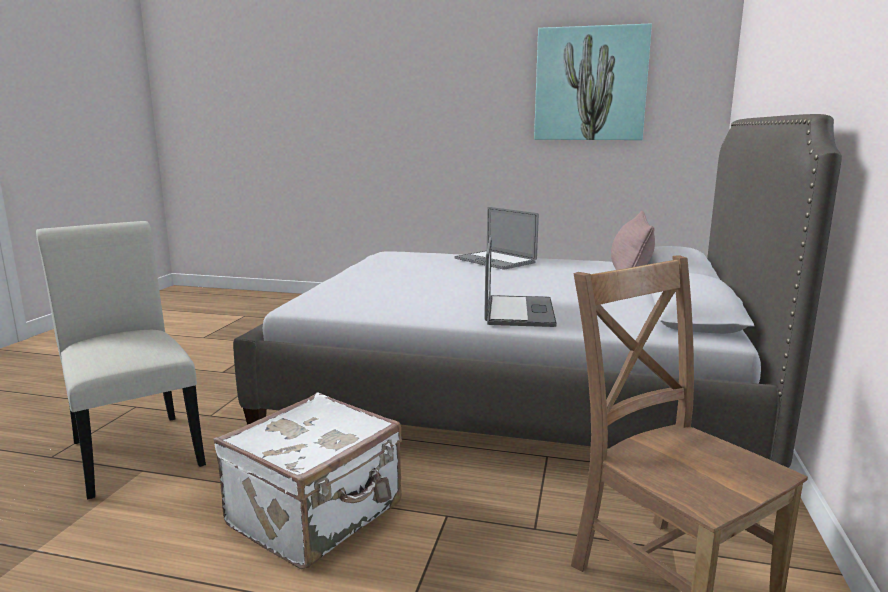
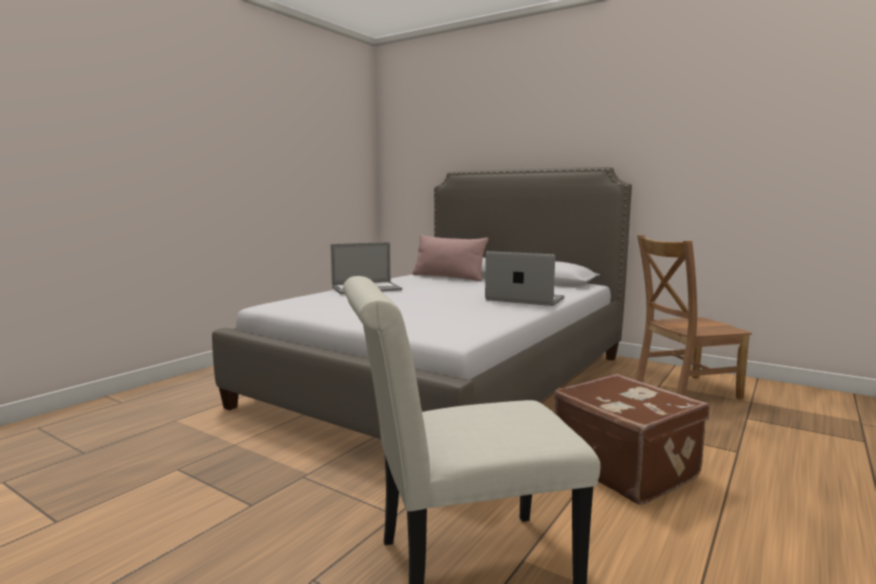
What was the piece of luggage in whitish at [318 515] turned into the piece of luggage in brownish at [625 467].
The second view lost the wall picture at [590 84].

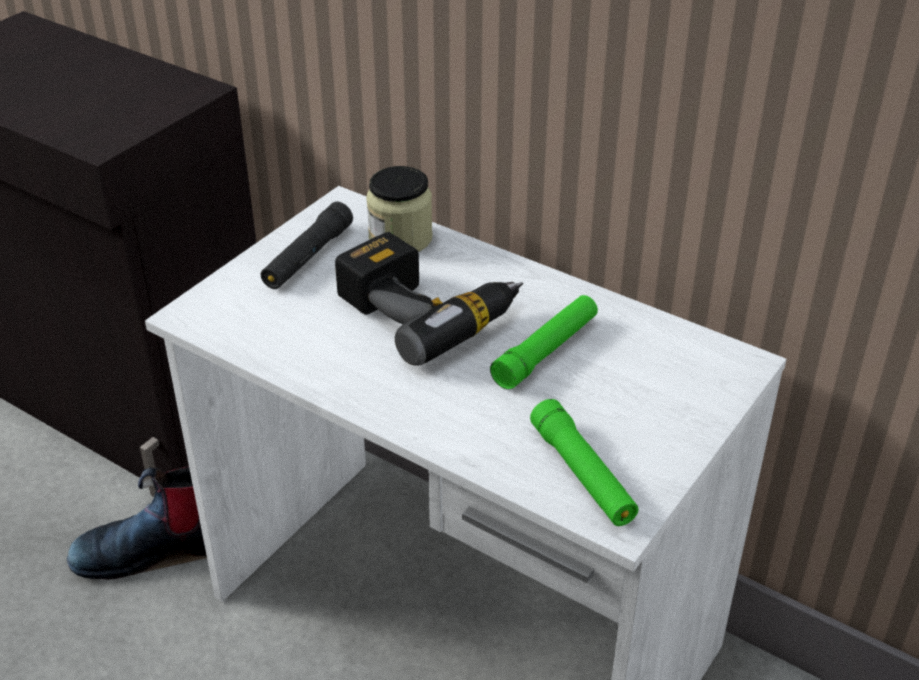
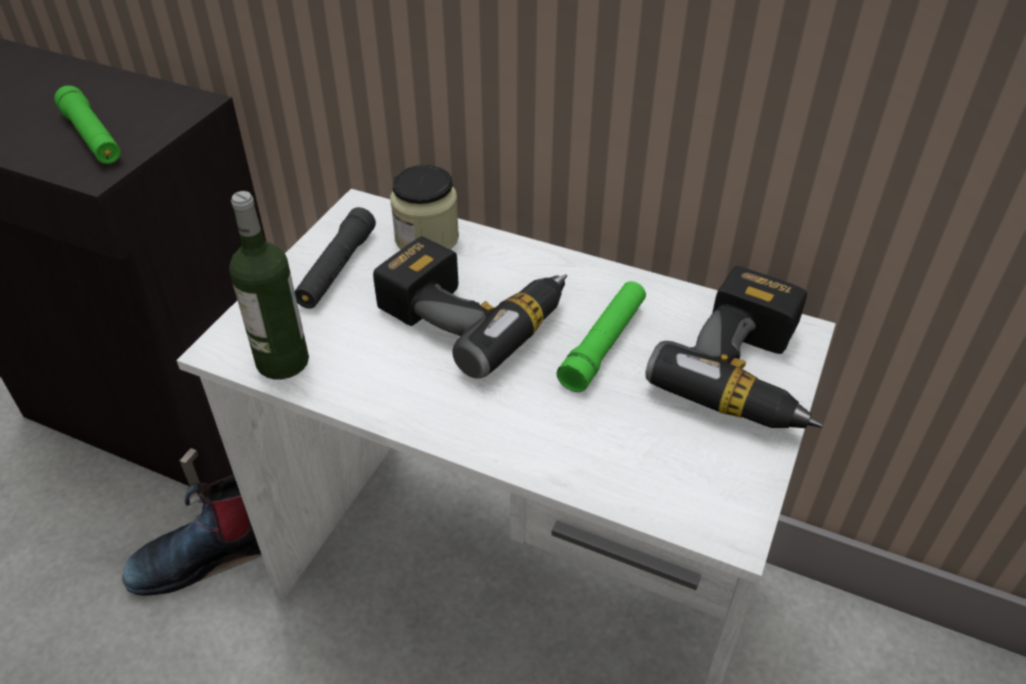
The hand torch in green ended up elsewhere, having gone from [582 474] to [92 137].
The second view gained the bottle at [282 361].
The second view gained the electric drill at [751 373].

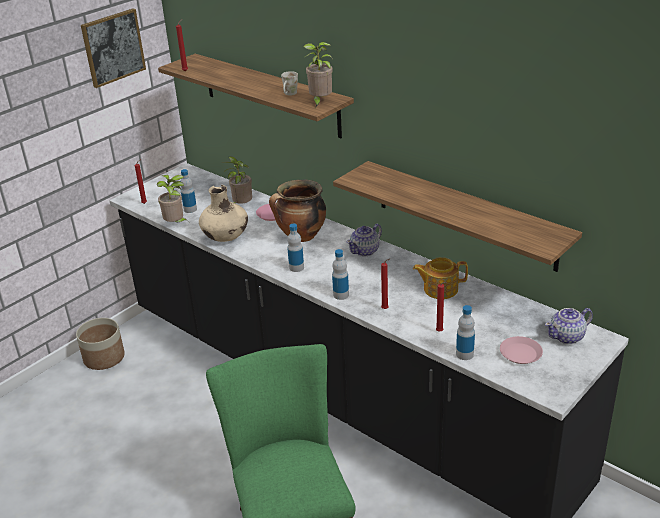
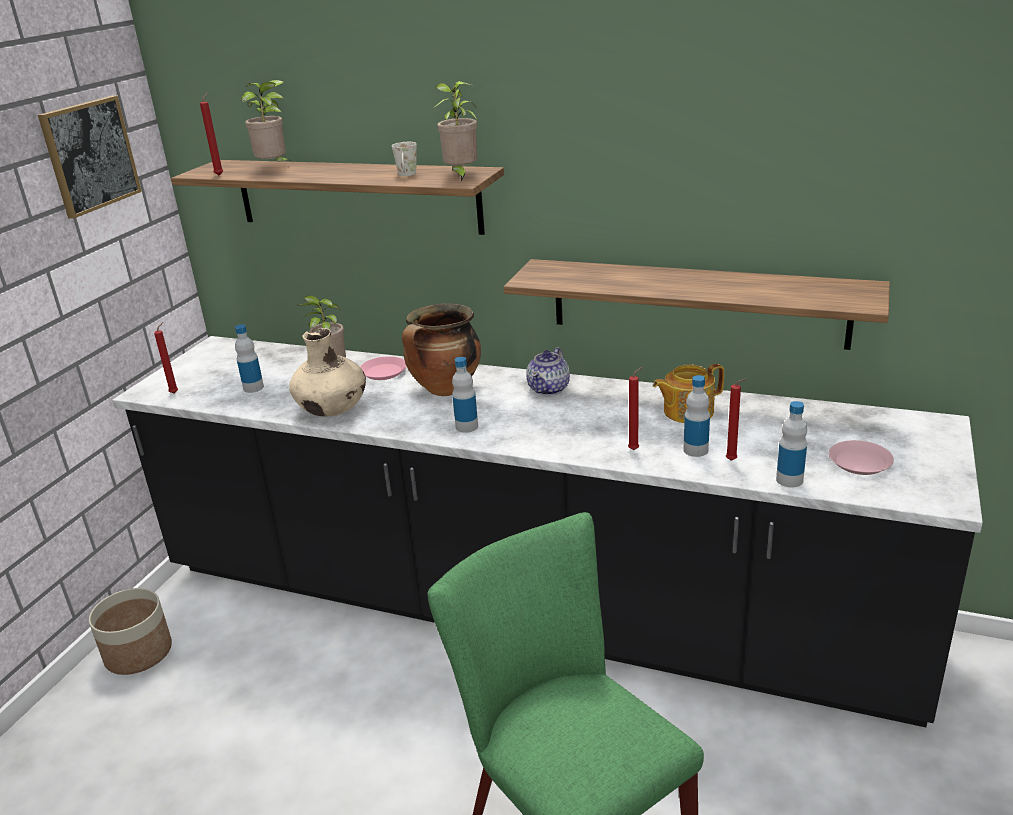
The plant in a pot ended up elsewhere, having gone from [176 224] to [275 168].
The bottle ended up elsewhere, having gone from [341 295] to [695 450].
The second view lost the pot for tea at [567 337].

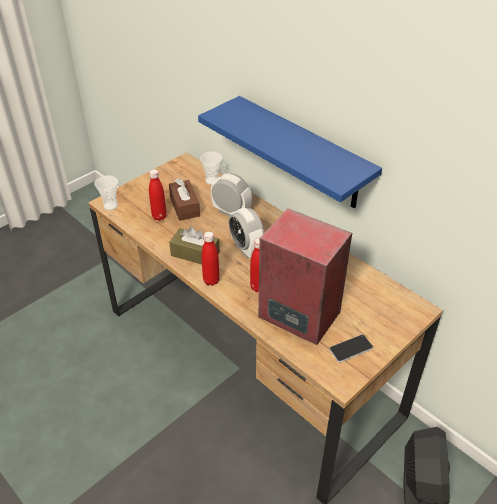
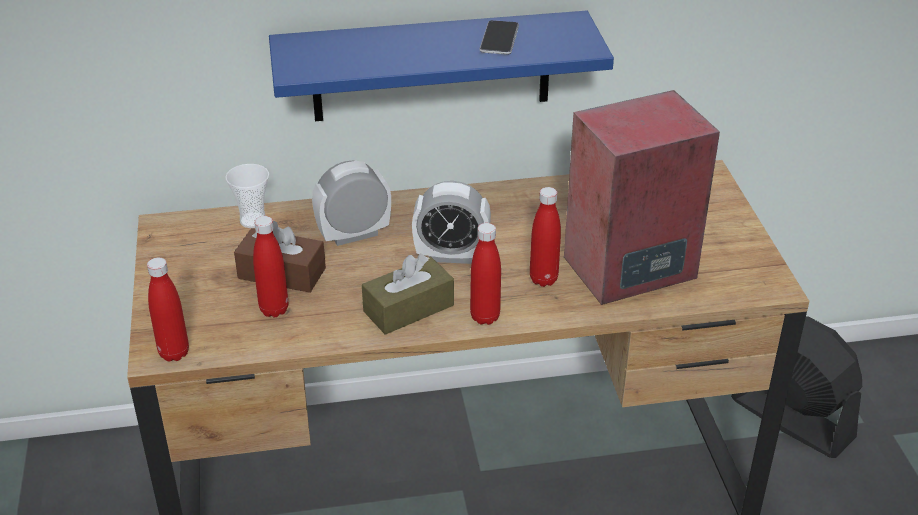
Where the drinking cup stood at [110 206], the bottle in red came to stand at [174 353].
The phone ended up elsewhere, having gone from [351 349] to [499 39].

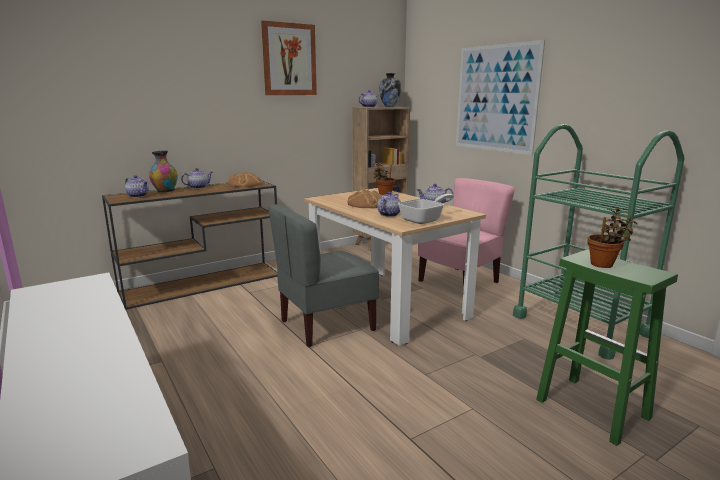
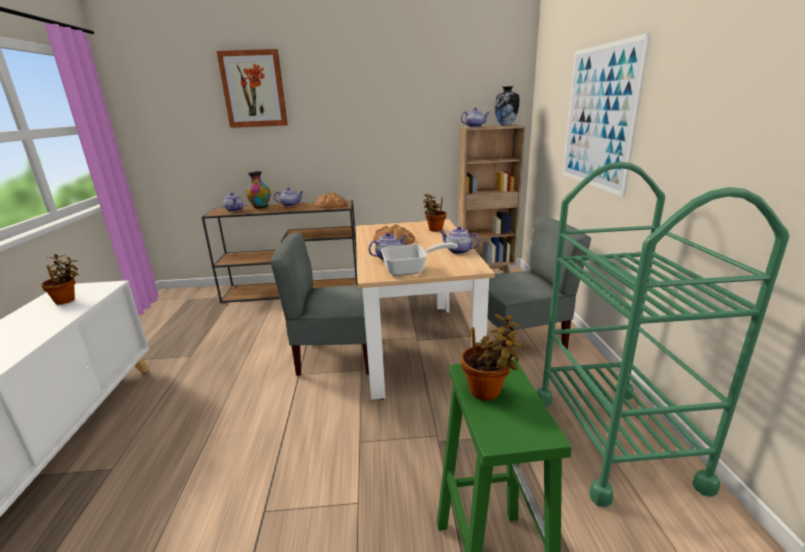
The second view gained the plant in a pot at [67 300].
The wall picture ended up elsewhere, having gone from [289 59] to [254 89].
What was the upright chair in pink-coloured at [460 282] turned into the upright chair in gray at [520 339].

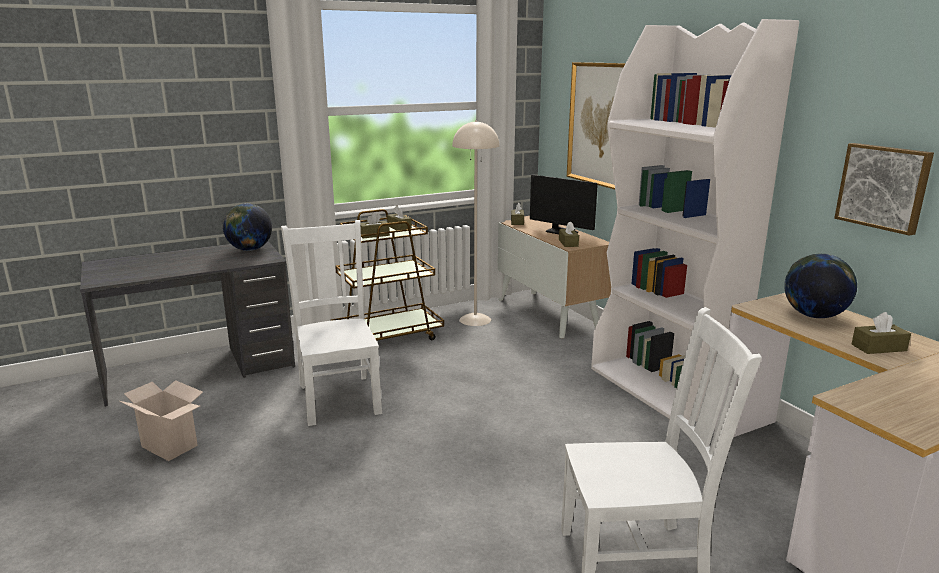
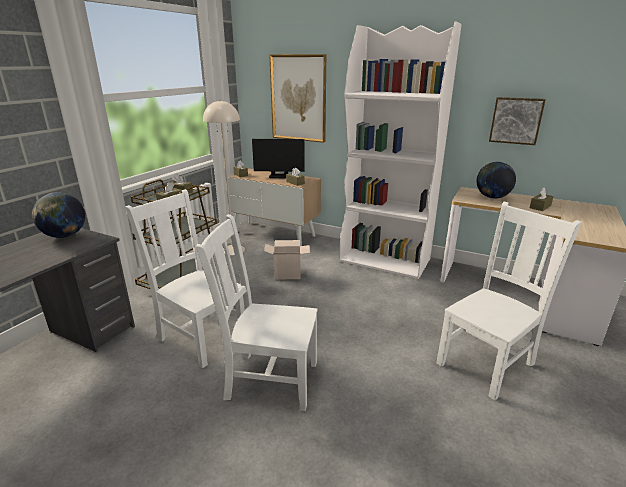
The second view gained the upright chair in whitish at [268 379].
The cardboard box ended up elsewhere, having gone from [171 446] to [288 274].

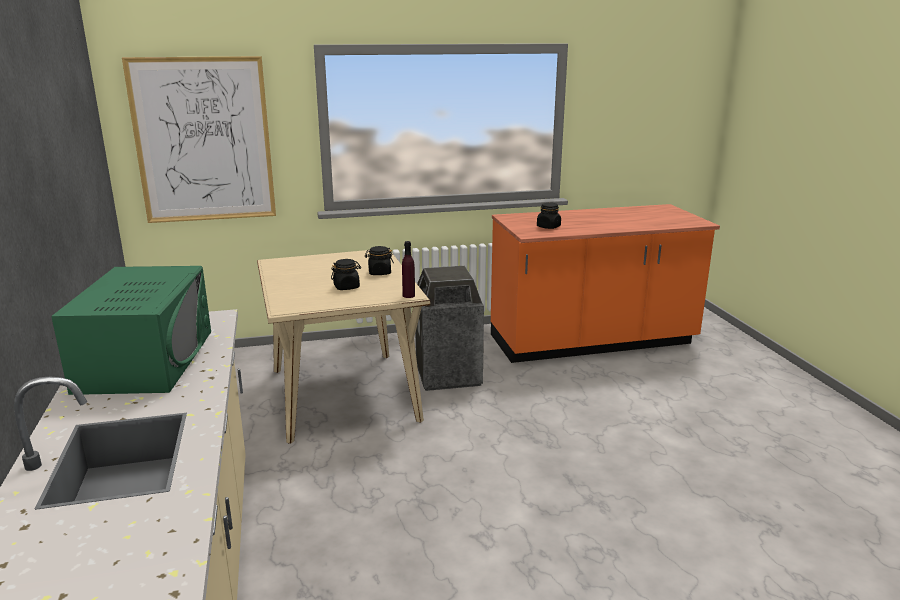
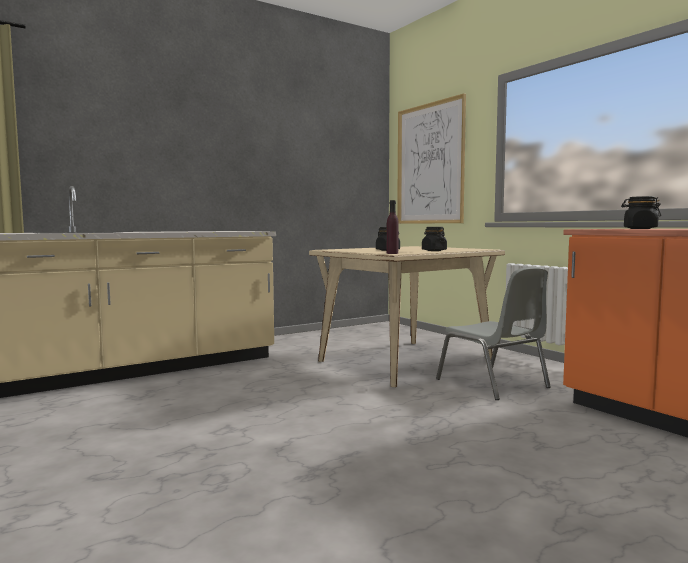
Where the trash can stood at [448 375], the upright chair in gray came to stand at [493 384].
The second view lost the kitchen microwave in green at [146 360].

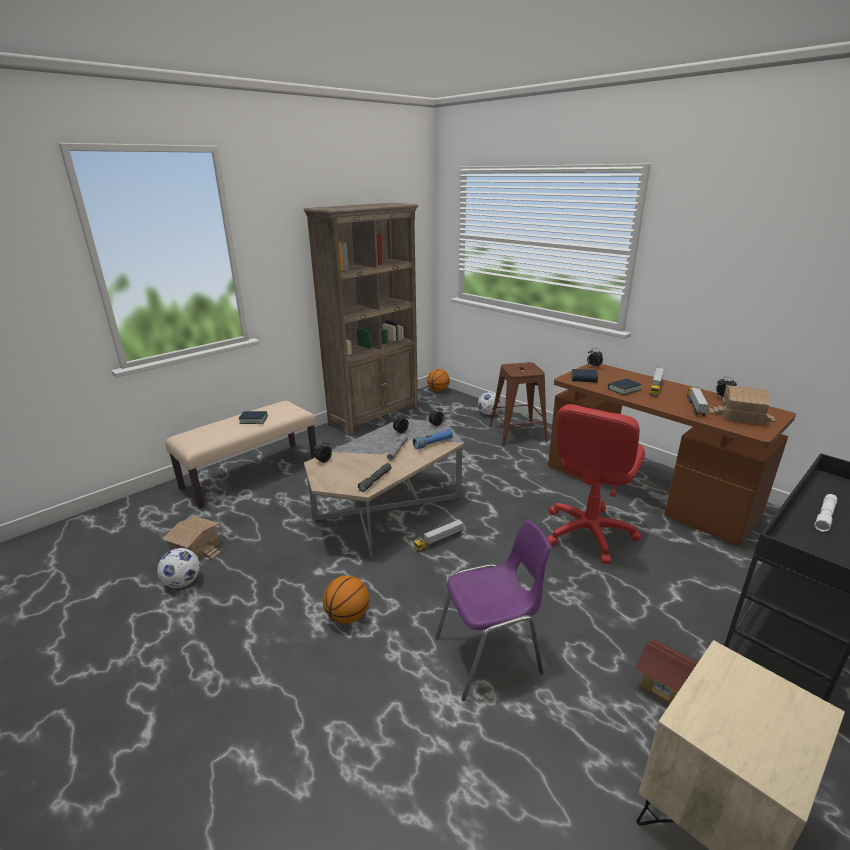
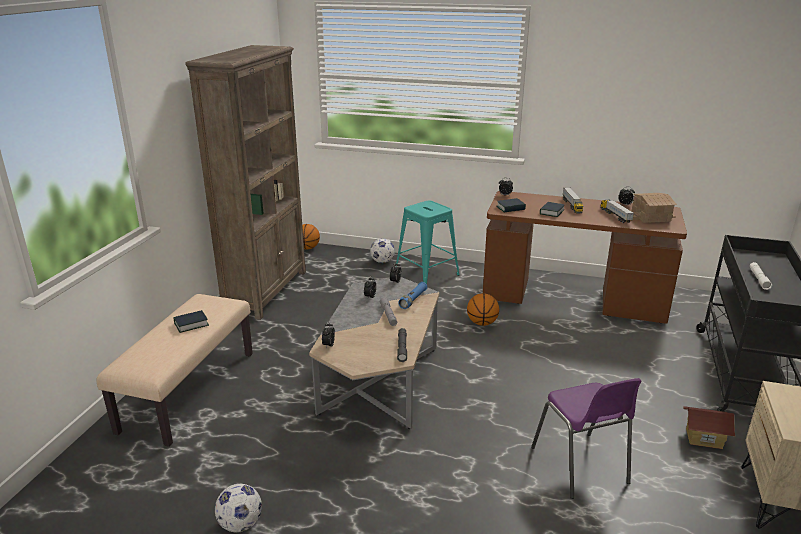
What was the stool seat in brownish at [517 432] turned into the stool seat in turquoise-coloured at [426 274].
The ball for basketball ended up elsewhere, having gone from [348 616] to [482 323].
The upright chair in purple at [490 656] ended up facing another way, 120 degrees clockwise from before.
The second view lost the toy house at [196 548].
The second view lost the toy truck at [438 541].
The second view lost the desk chair in red at [588 533].

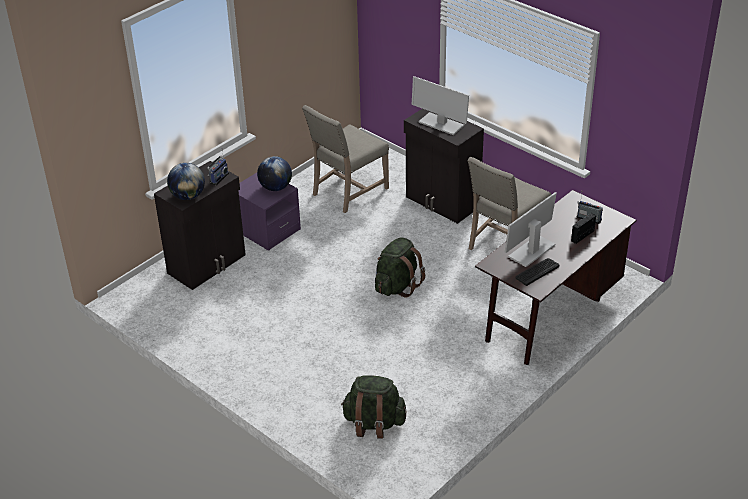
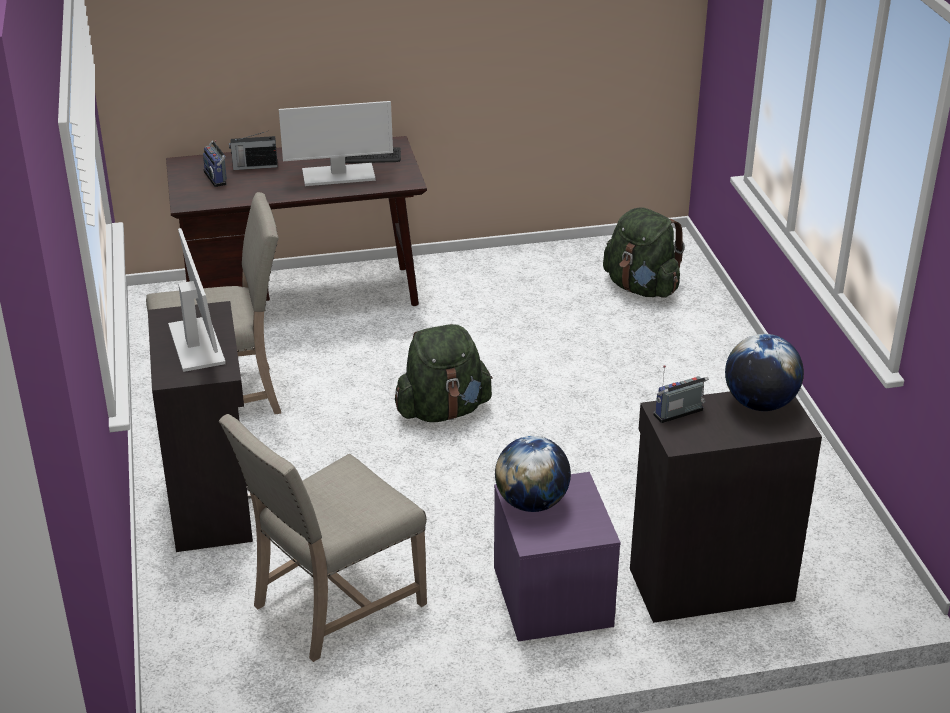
The upright chair in sand-coloured at [347 191] ended up facing another way, 150 degrees clockwise from before.

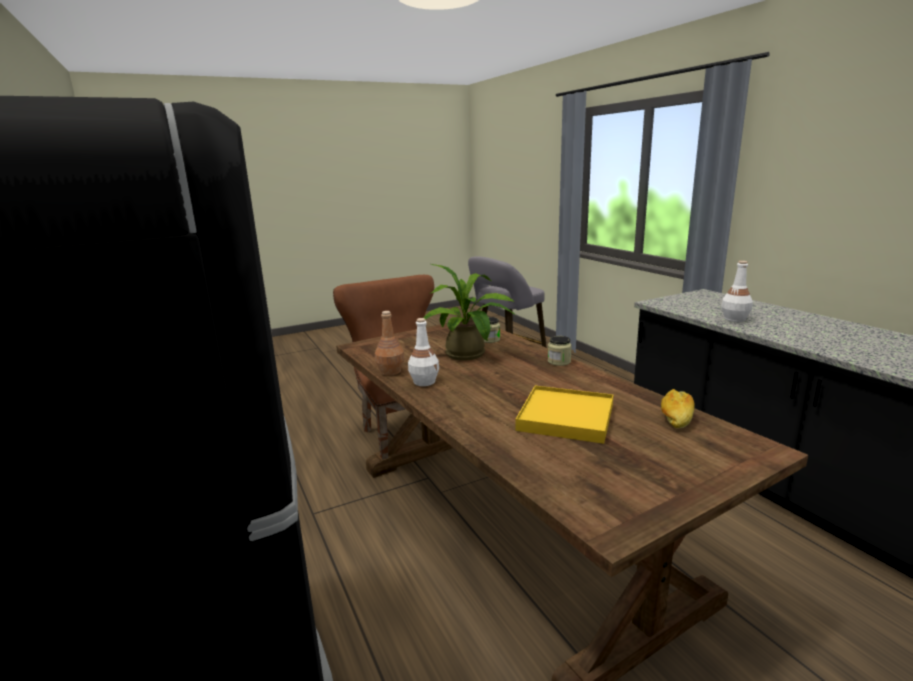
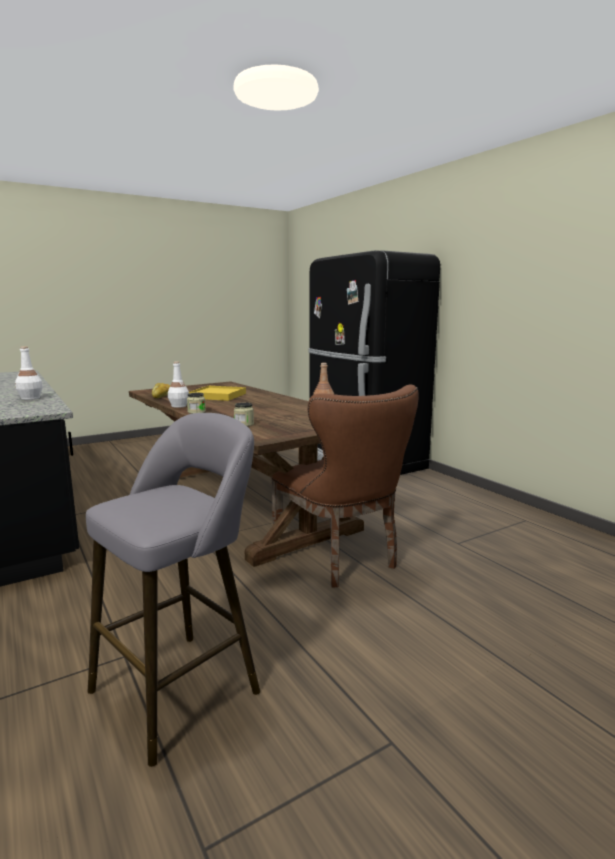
The bottle in whitish ended up elsewhere, having gone from [424 382] to [179 406].
The second view lost the plant in a pot at [469 356].

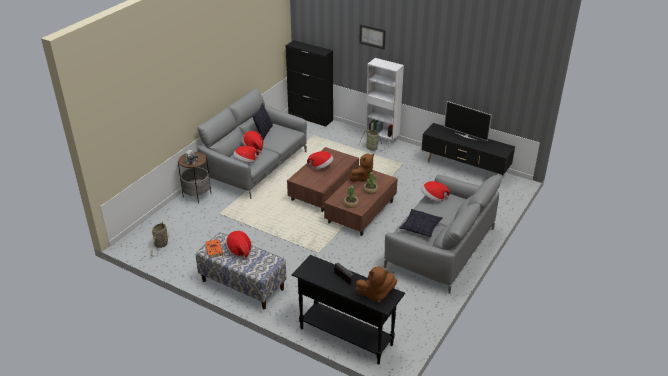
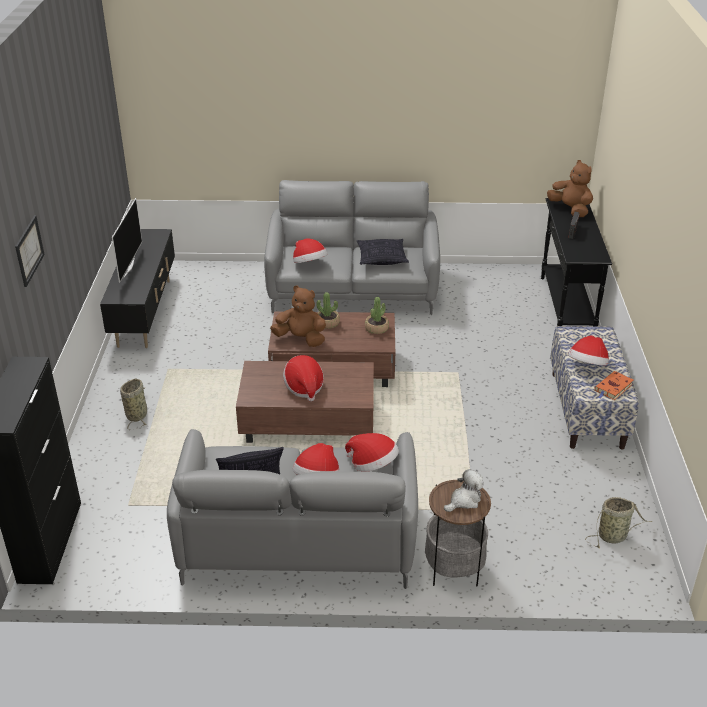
The second view lost the shelving unit in whitish at [382 140].

